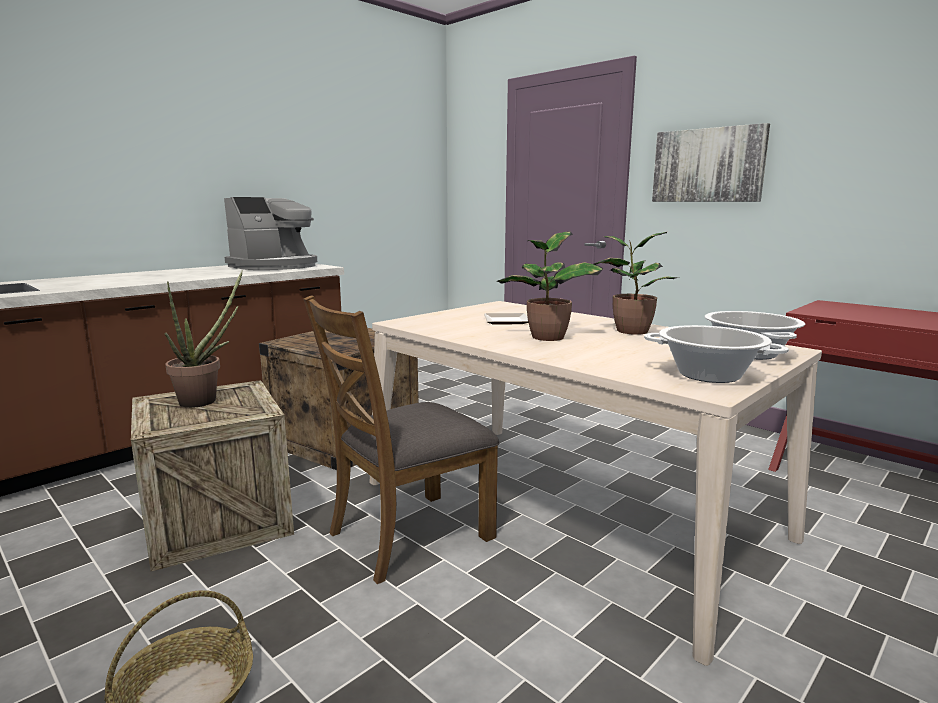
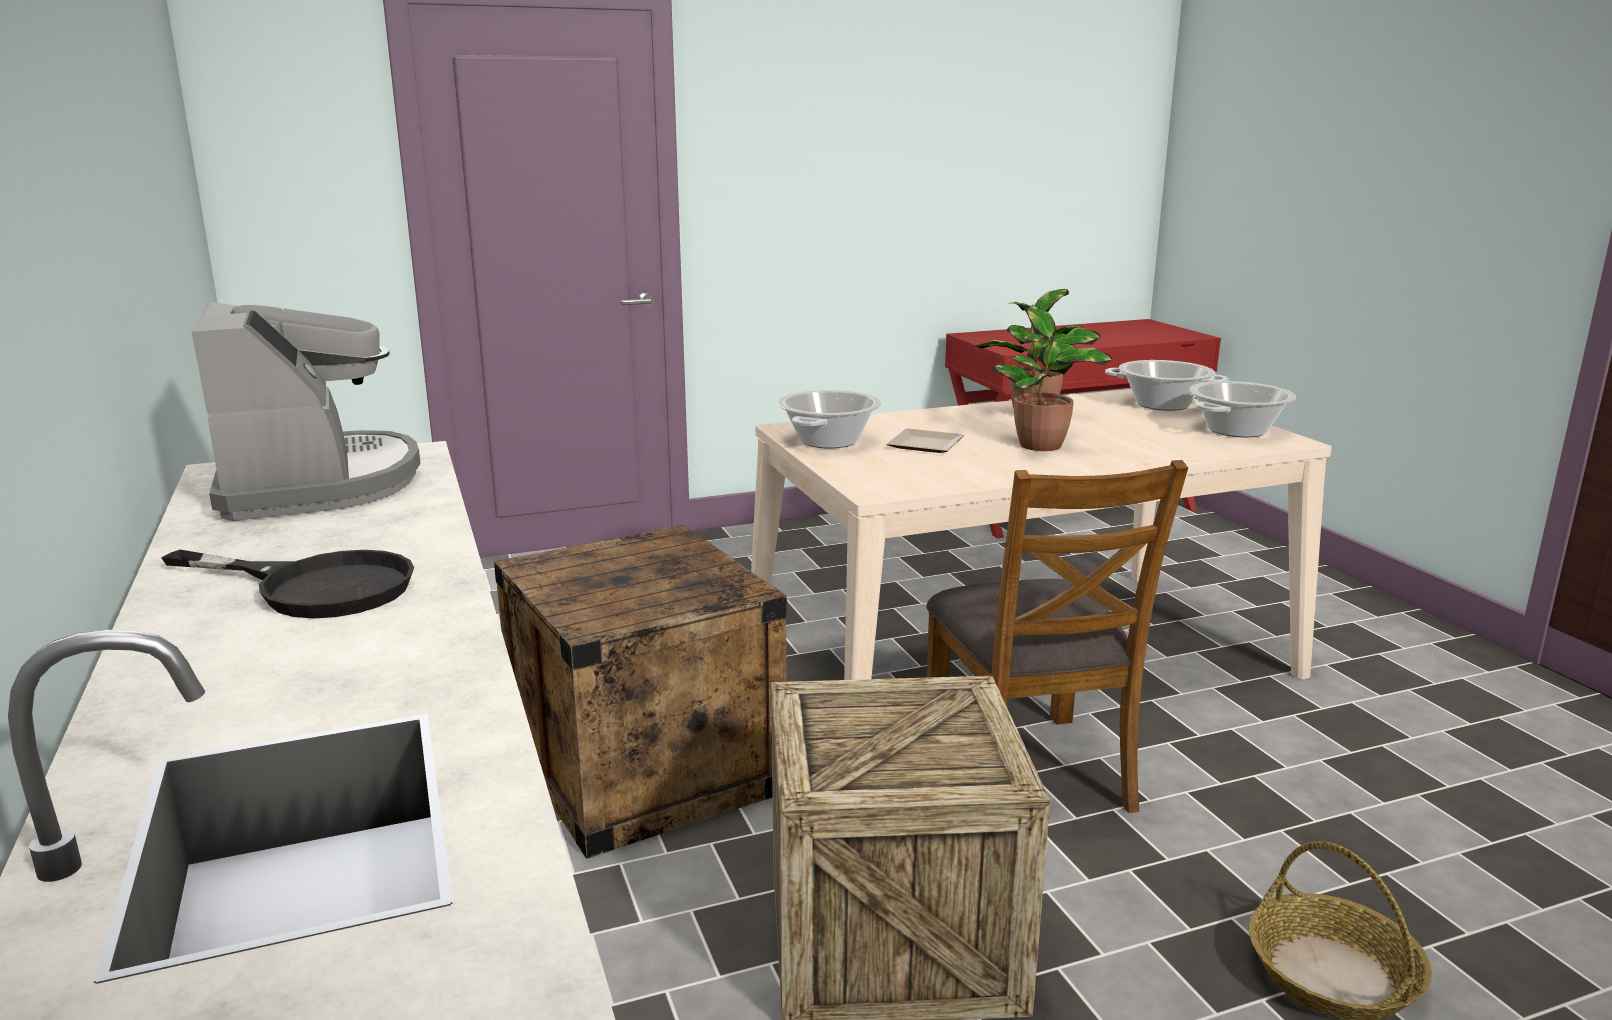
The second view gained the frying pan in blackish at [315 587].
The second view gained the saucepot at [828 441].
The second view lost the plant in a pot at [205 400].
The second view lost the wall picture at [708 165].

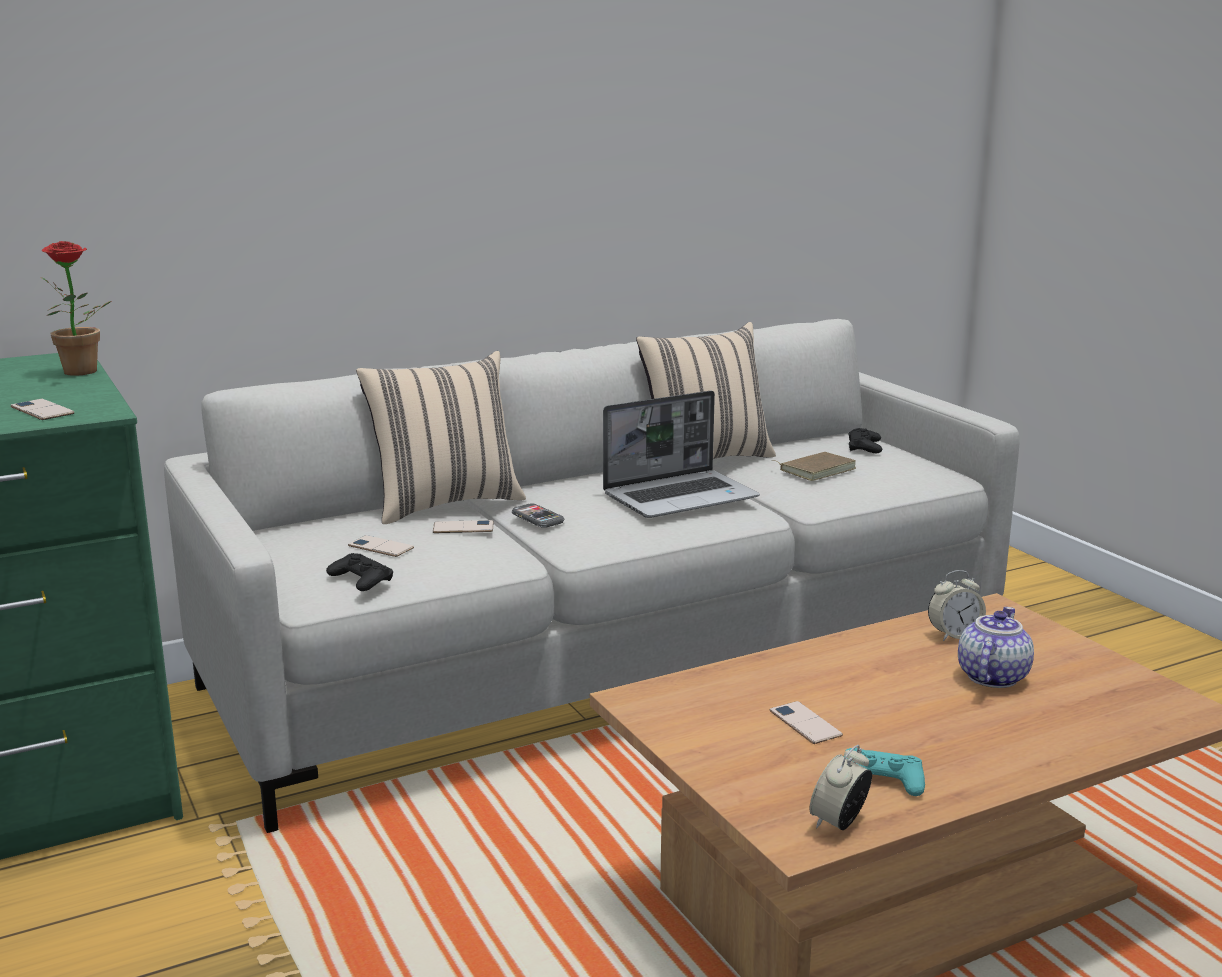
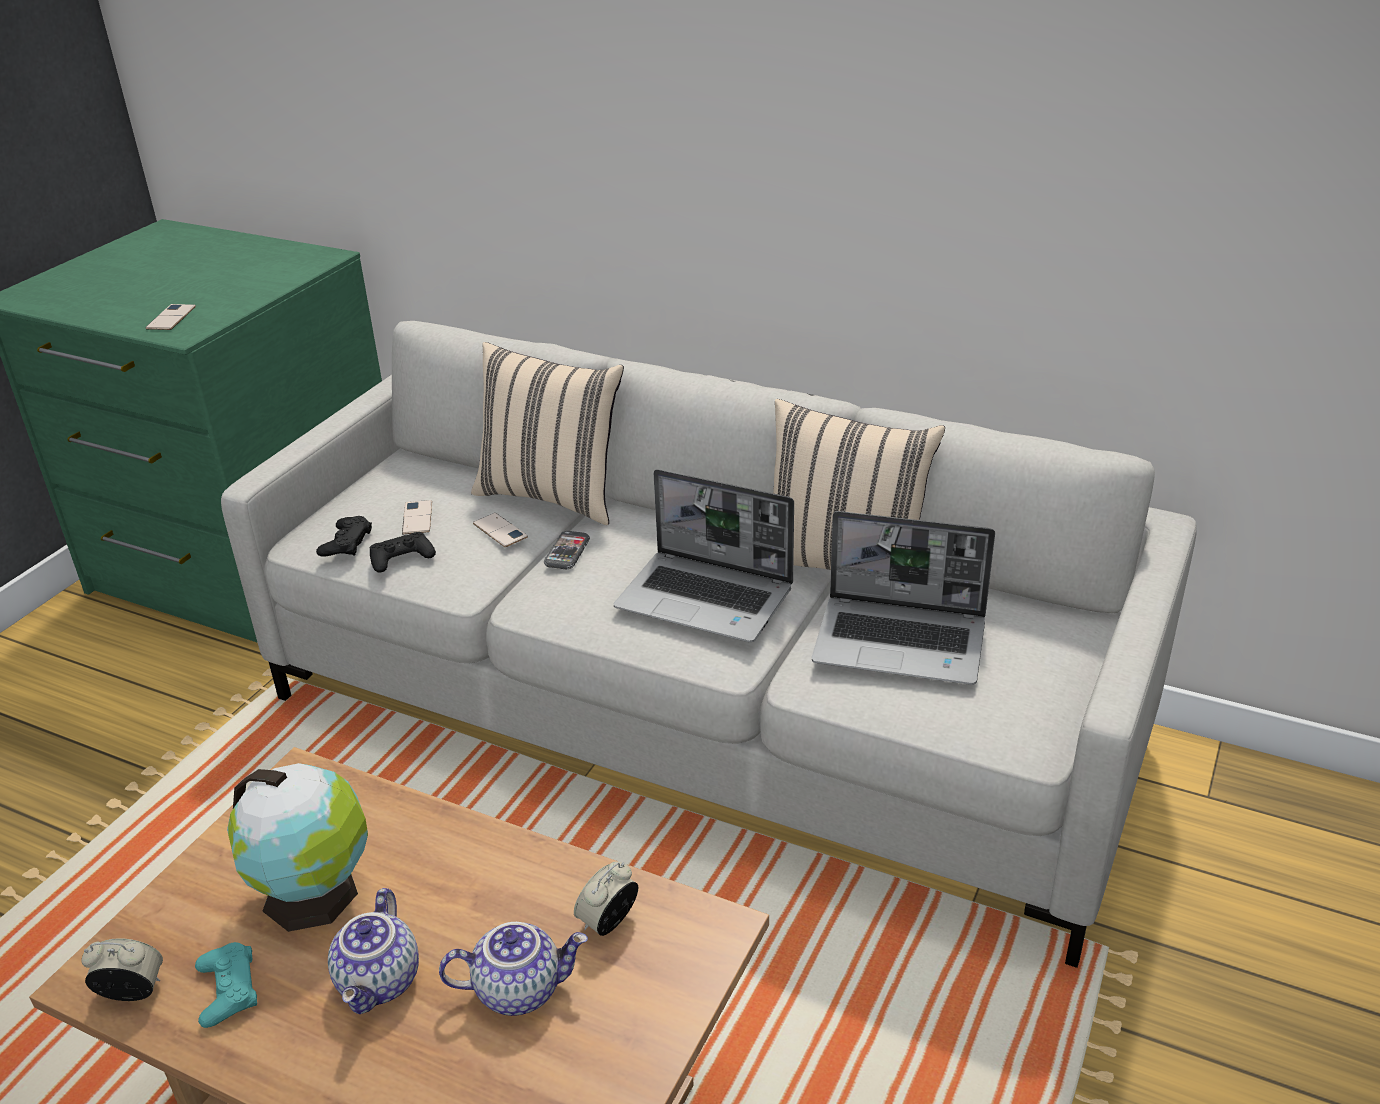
Where the phone stood at [805 723], the desk globe came to stand at [315 895].
The second view gained the pot for tea at [381 982].
The joypad in blackish ended up elsewhere, having gone from [864 447] to [401 557].
The bedside clock at [954 635] ended up facing another way, 90 degrees clockwise from before.
Where the bound book in brownish stood at [816 469], the portable computer came to stand at [902 642].
The second view lost the plant in a pot at [83 373].

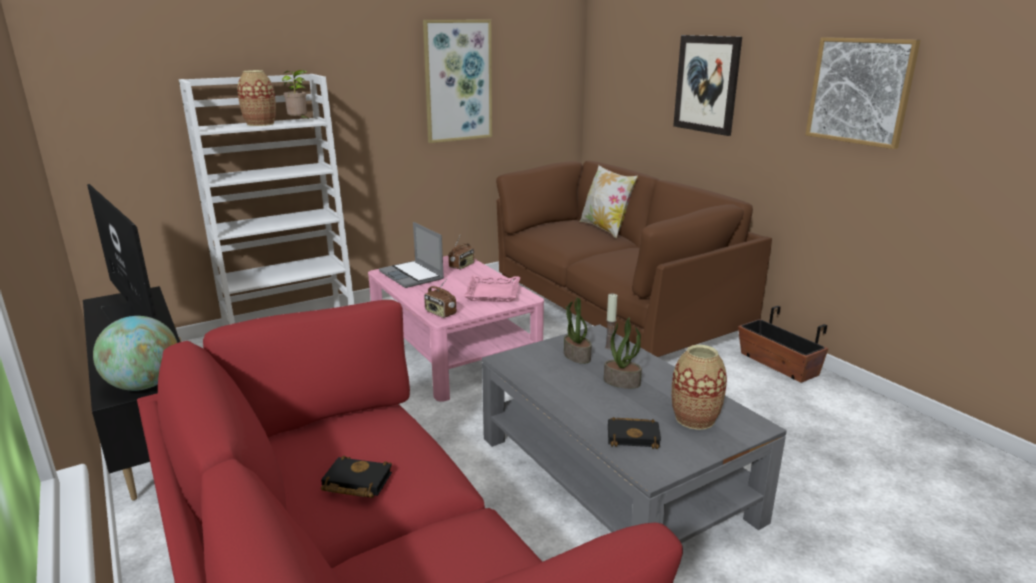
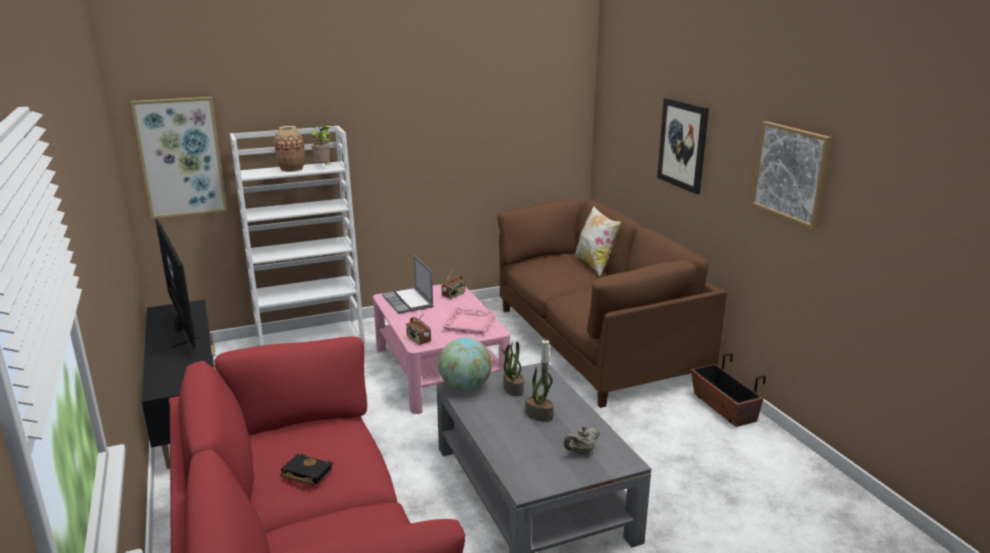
The wall picture ended up elsewhere, having gone from [458 81] to [181 157].
The desk globe ended up elsewhere, having gone from [144 385] to [465 387].
Where the decorative vase stood at [694 419], the pot for tea in sand-coloured came to stand at [581 452].
The second view lost the bound book in blackish at [634 436].

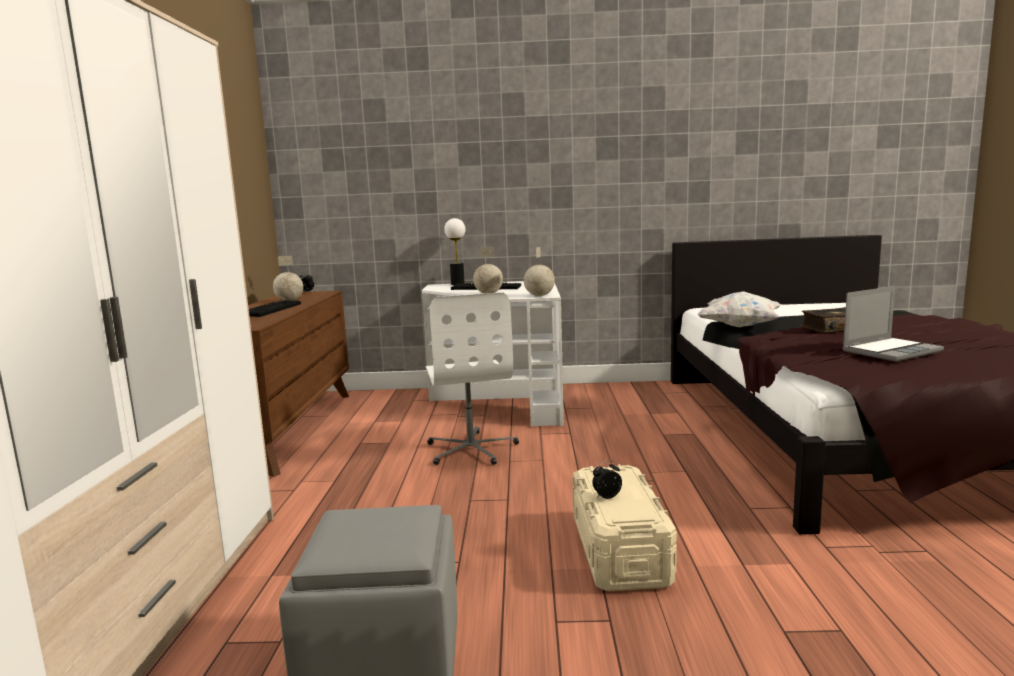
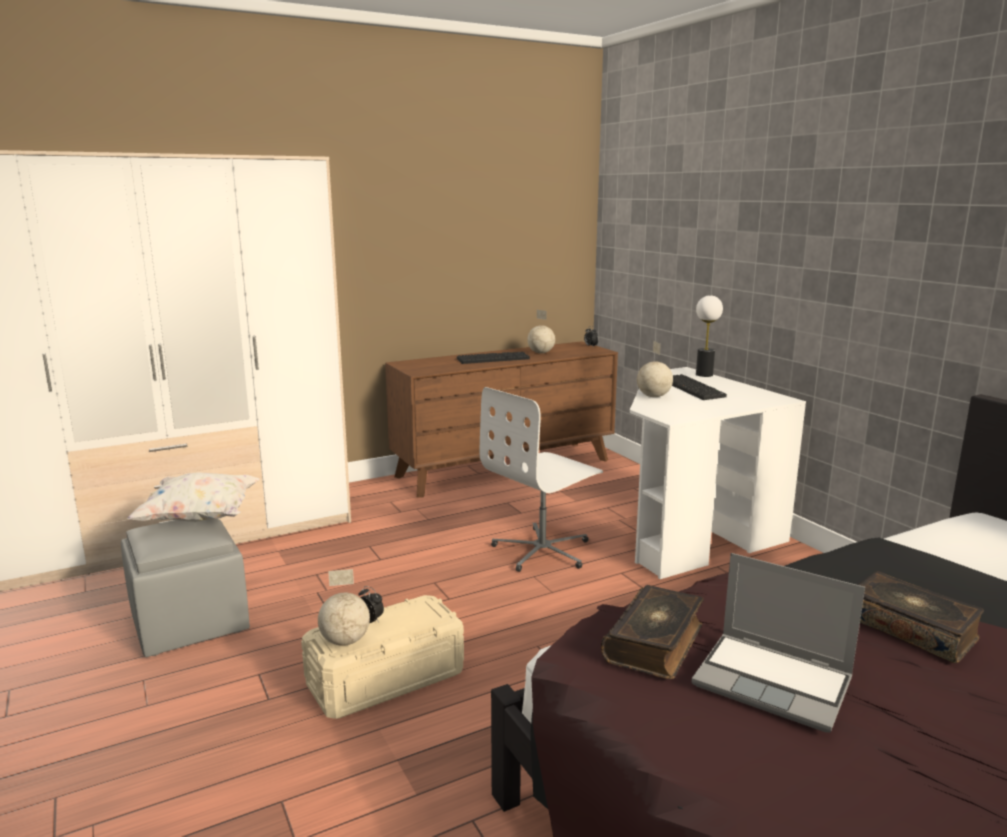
The cushion in whitish ended up elsewhere, having gone from [740 326] to [201 518].
The desk globe ended up elsewhere, having gone from [539 296] to [344 641].
The second view gained the bound book at [655 643].

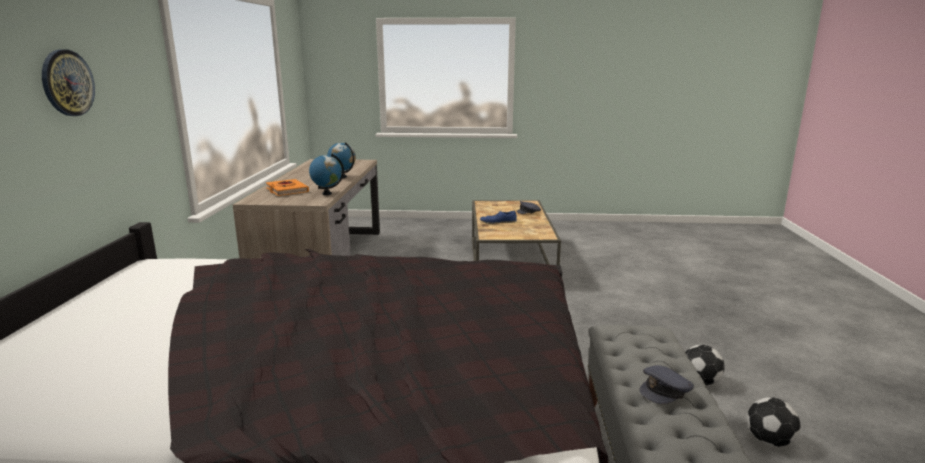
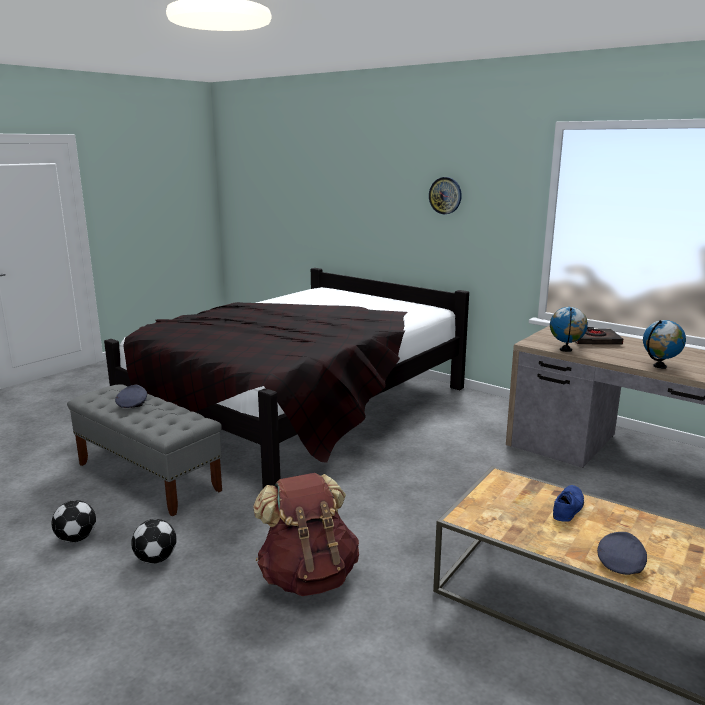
The second view gained the knapsack in brownish at [308 576].
What was the bound book in orangey at [287 191] turned into the bound book in blackish at [594 340].

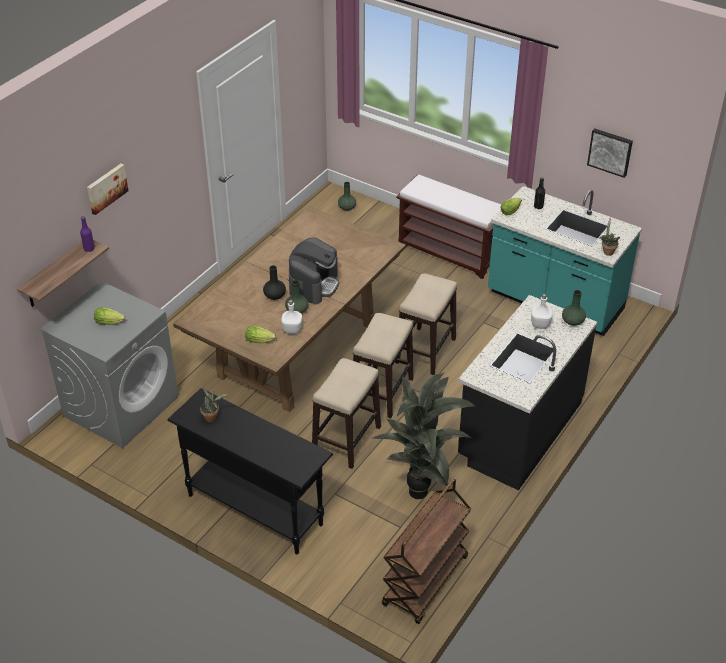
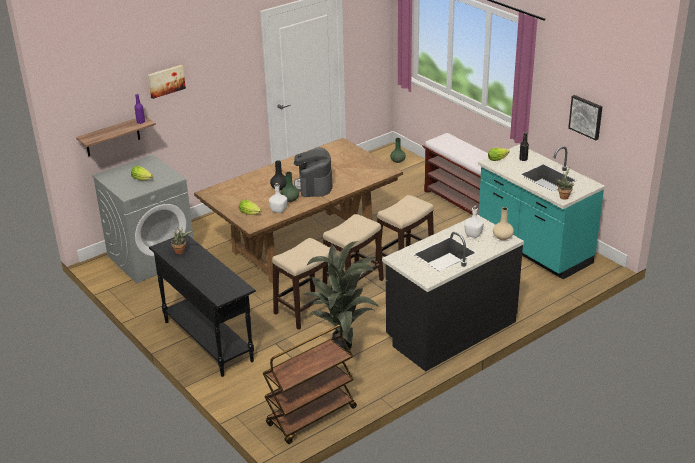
The coffee machine at [314 284] ended up facing another way, 135 degrees clockwise from before.
What was the decorative vase in green at [572 321] turned into the decorative vase in sand-coloured at [502 237].

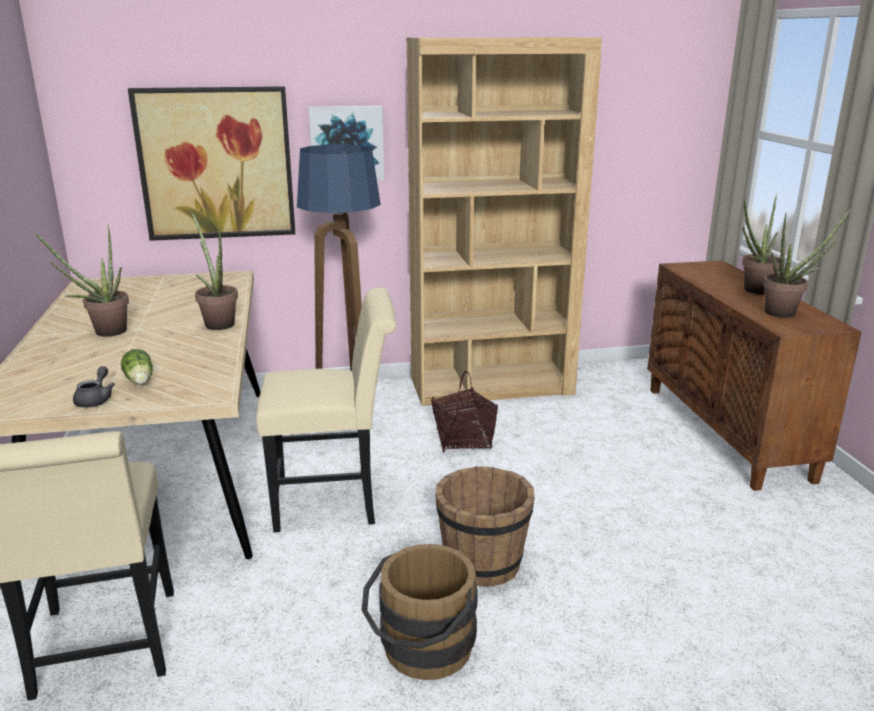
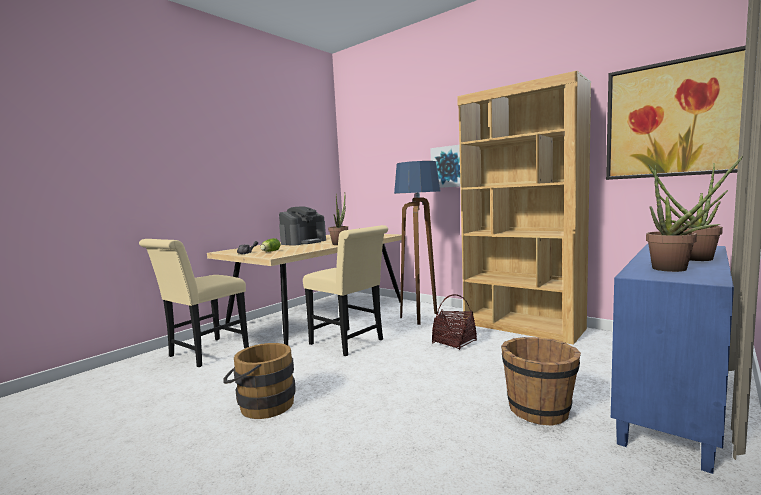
Where the plant in a pot stood at [103 332], the coffee machine came to stand at [303 242].
The pail in brownish ended up elsewhere, having gone from [482 563] to [539 409].
The wall picture ended up elsewhere, having gone from [216 164] to [671 119].
What was the cabinet in brownish at [727 432] turned into the cabinet in bluish at [673 403].

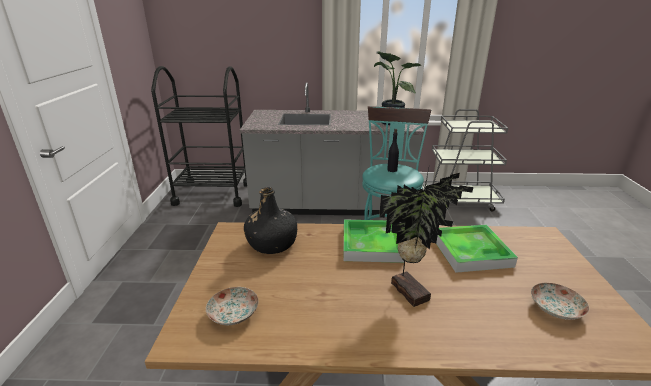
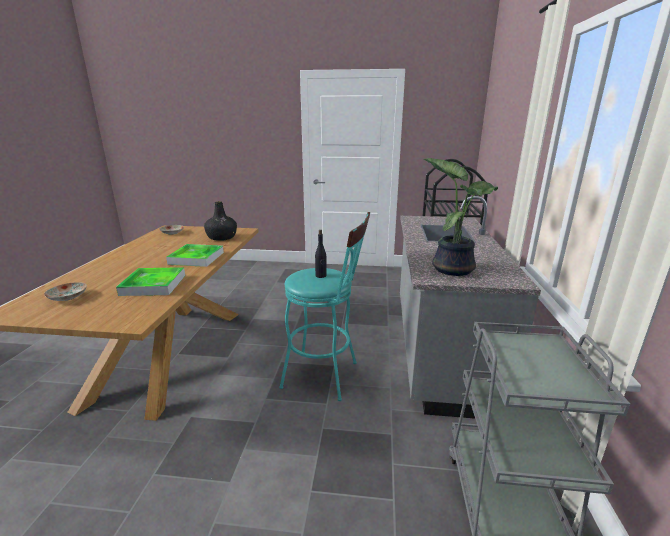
The second view lost the plant in a pot at [411 290].

